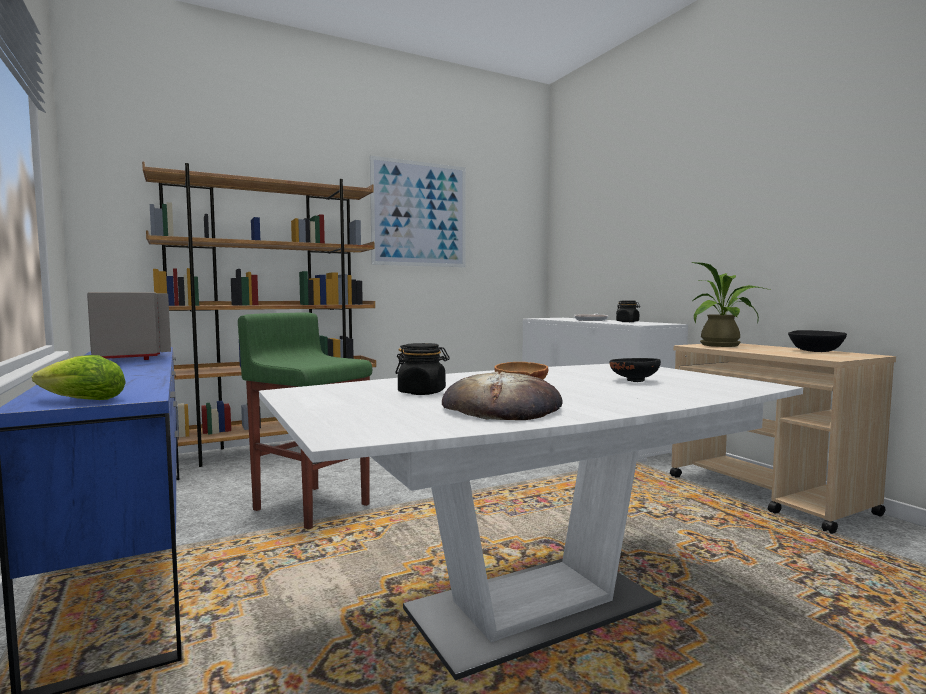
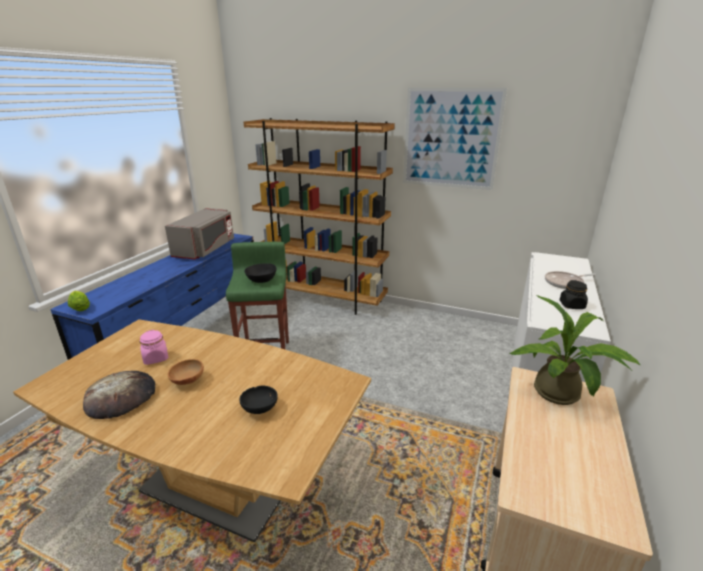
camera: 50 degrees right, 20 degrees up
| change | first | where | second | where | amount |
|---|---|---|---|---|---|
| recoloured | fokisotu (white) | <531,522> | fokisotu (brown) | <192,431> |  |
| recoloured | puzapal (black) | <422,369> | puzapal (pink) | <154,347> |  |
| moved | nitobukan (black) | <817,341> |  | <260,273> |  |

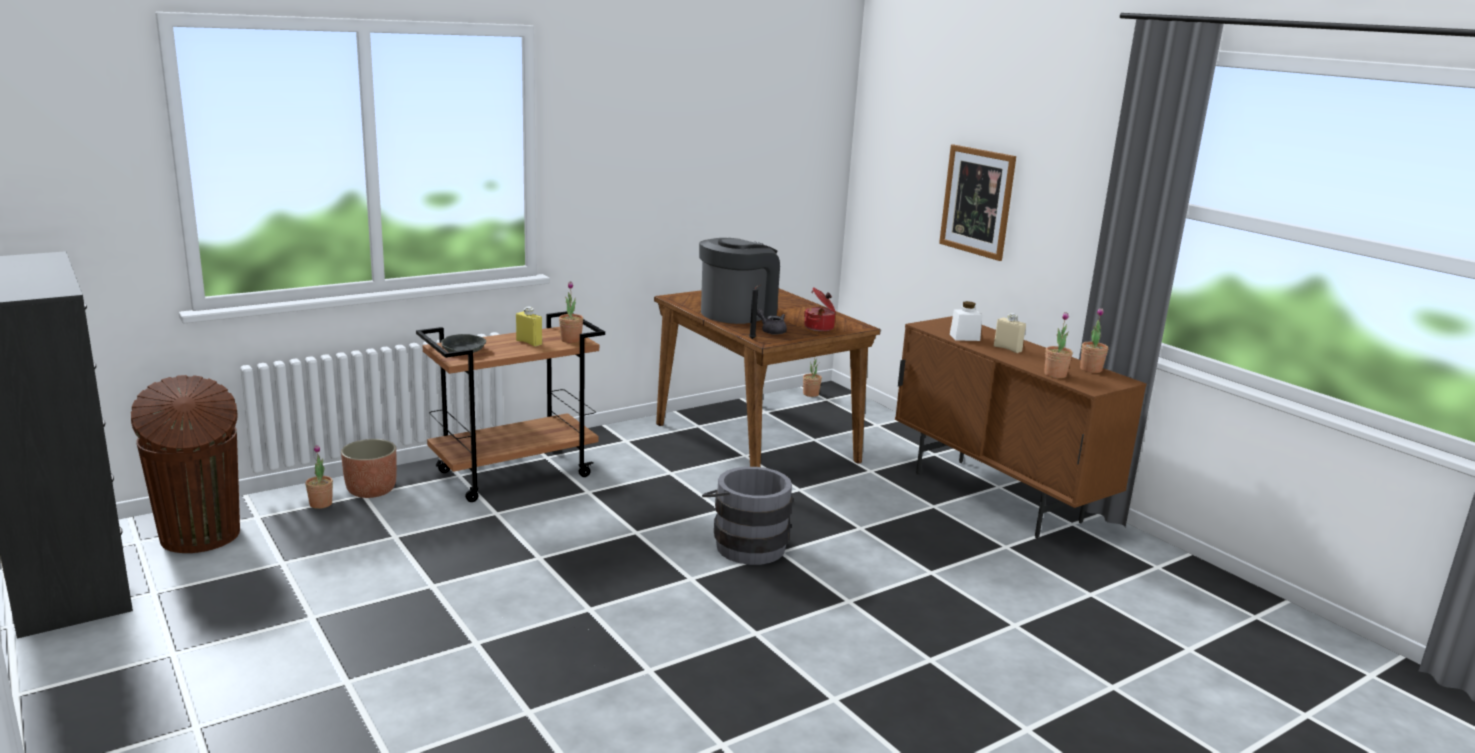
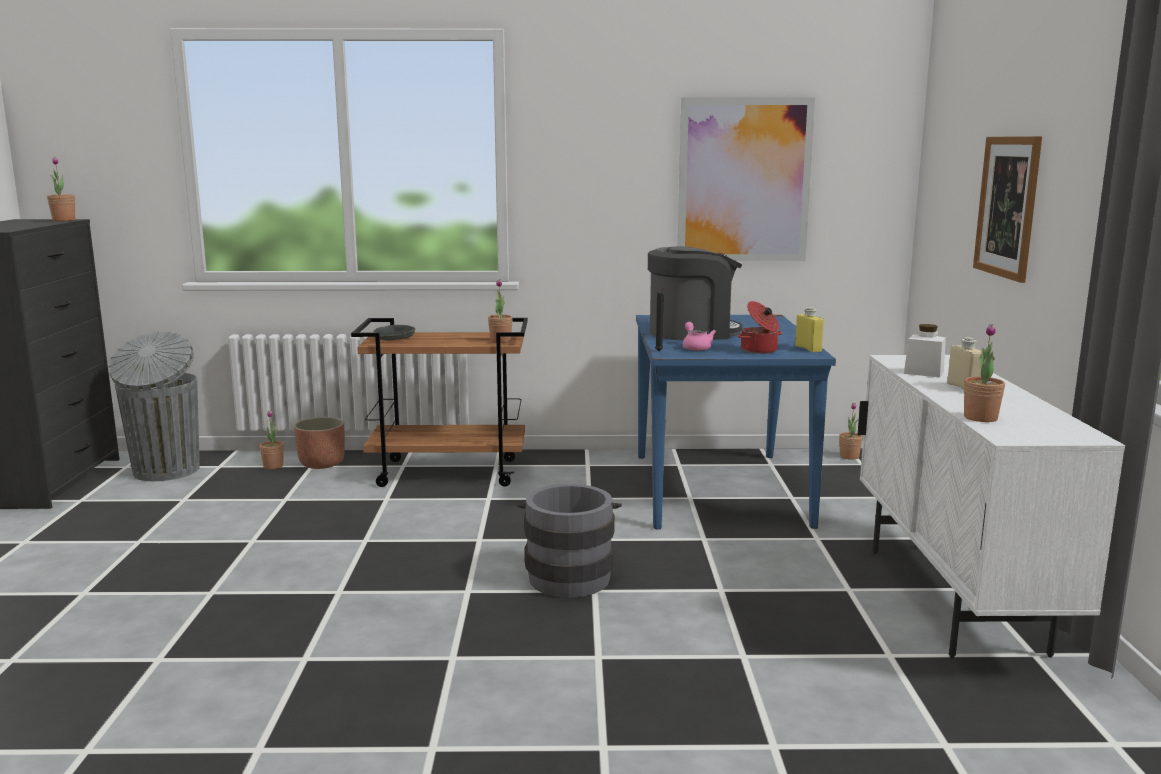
camera: 35 degrees right, 5 degrees down
| change | first | where | second | where | amount |
|---|---|---|---|---|---|
| moved | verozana | <1094,340> |  | <61,189> |  |
| recoloured | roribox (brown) | <185,464> | roribox (grey) | <154,406> |  |
| recoloured | fokisotu (brown) | <767,377> | fokisotu (blue) | <736,422> |  |
| added |  |  | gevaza | <746,179> |  |
| recoloured | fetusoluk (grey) | <772,321> | fetusoluk (pink) | <699,336> |  |
| moved | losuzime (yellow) | <529,326> |  | <809,329> |  |
| recoloured | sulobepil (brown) | <1021,427> | sulobepil (white) | <991,506> |  |

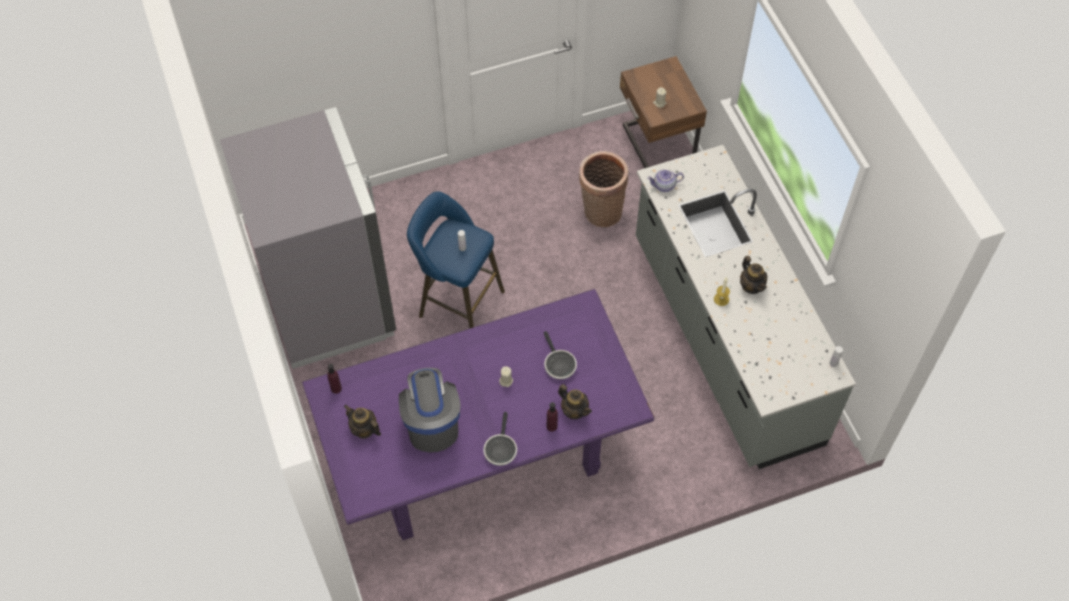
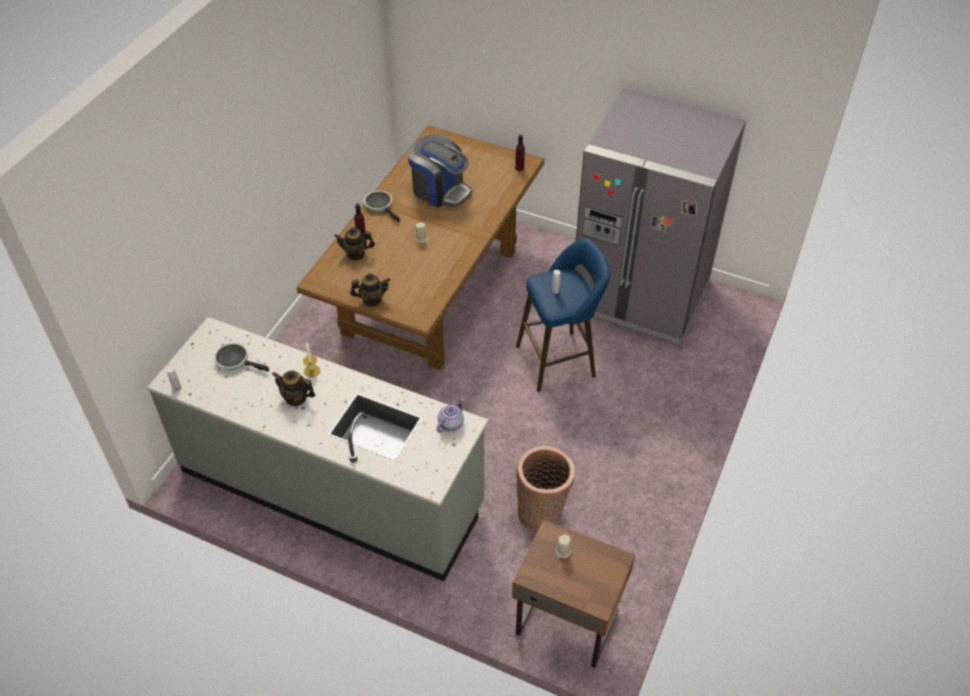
camera: 135 degrees right, 10 degrees down
| change | first | where | second | where | amount |
|---|---|---|---|---|---|
| moved | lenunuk | <560,355> |  | <241,357> |  |
| recoloured | fokisotu (purple) | <478,414> | fokisotu (brown) | <420,248> |  |
| moved | fetusoluk | <362,422> |  | <370,289> |  |

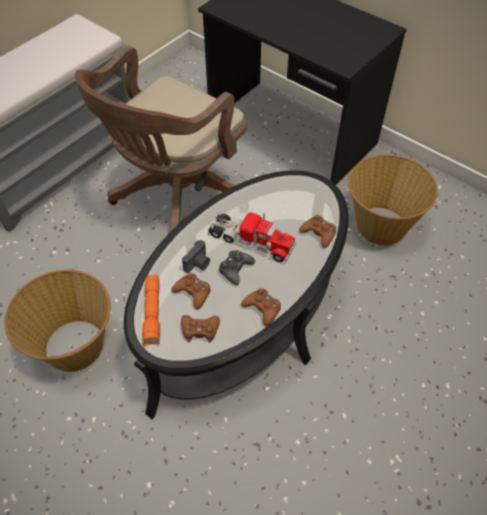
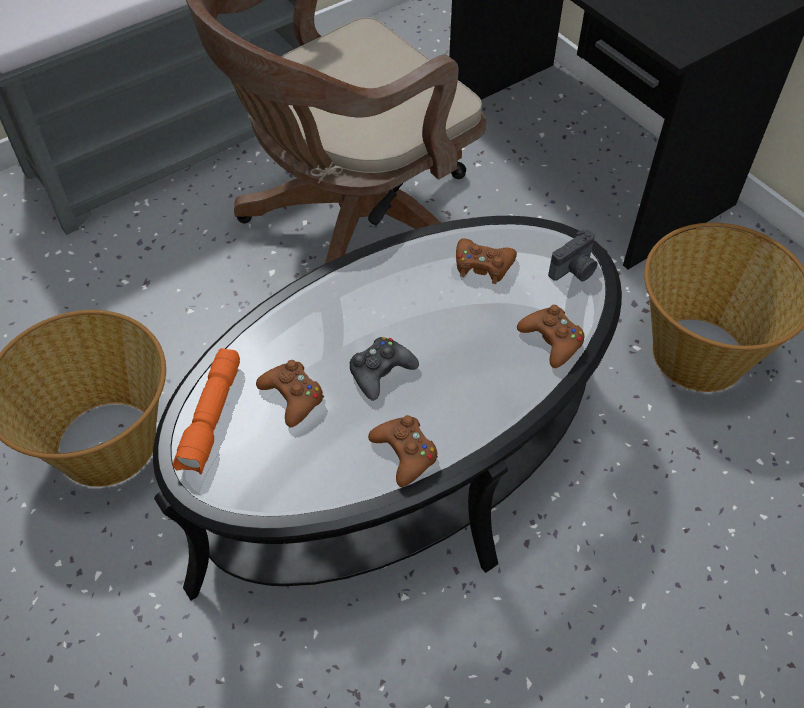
camera: 15 degrees right, 0 degrees up
| change | first | where | second | where | amount |
|---|---|---|---|---|---|
| moved | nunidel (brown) | <200,329> |  | <486,261> |  |
| moved | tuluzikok | <196,256> |  | <573,255> |  |
| removed | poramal | <252,237> |  |  |  |

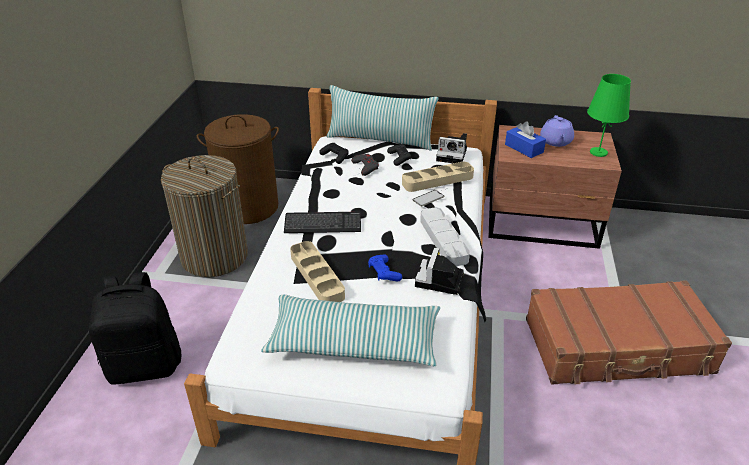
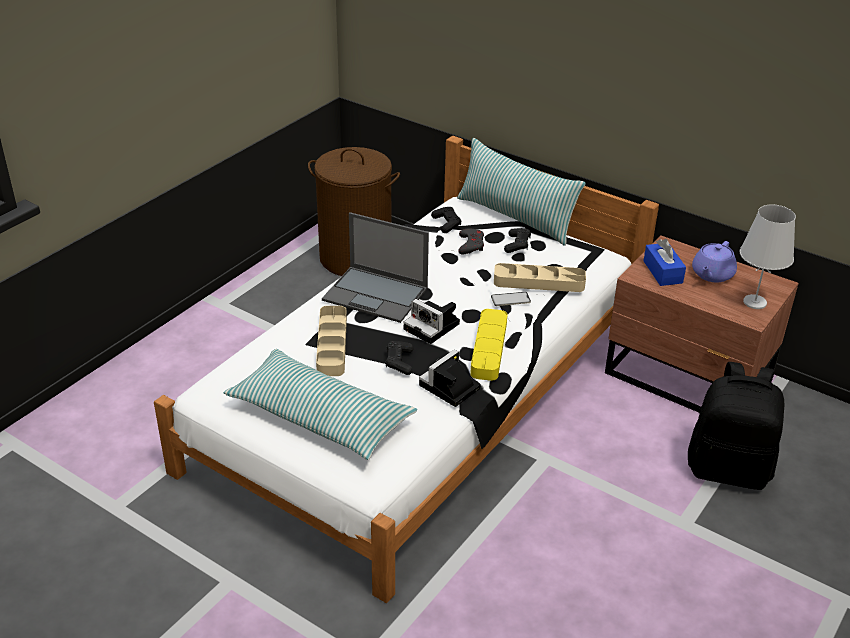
camera: 25 degrees right, 0 degrees up
| change | first | where | second | where | amount |
|---|---|---|---|---|---|
| replaced | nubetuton | <322,222> | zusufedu | <375,267> |  |
| recoloured | nunidel (blue) | <385,268> | nunidel (black) | <400,358> |  |
| moved | tuluzikok | <451,148> |  | <431,321> |  |
| recoloured | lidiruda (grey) | <445,236> | lidiruda (yellow) | <489,345> |  |
| moved | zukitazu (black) | <135,328> |  | <736,426> |  |
| recoloured | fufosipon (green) | <609,115> | fufosipon (white) | <768,256> |  |
| removed | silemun | <204,216> |  |  |  |
| removed | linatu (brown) | <629,332> |  |  |  |

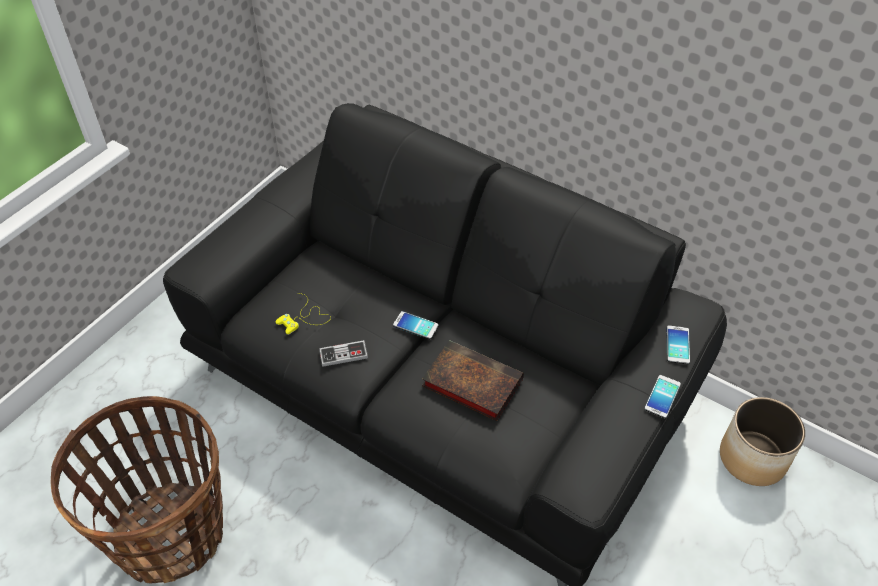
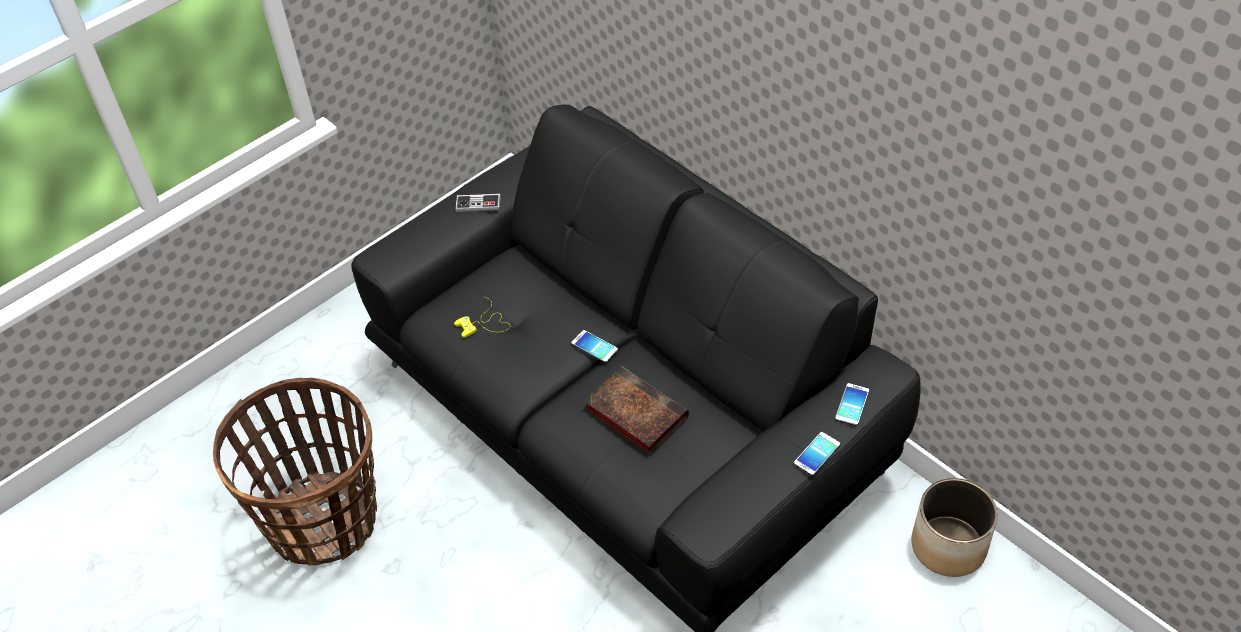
camera: 15 degrees right, 0 degrees up
| change | first | where | second | where | amount |
|---|---|---|---|---|---|
| moved | nunidel | <343,353> |  | <478,203> |  |

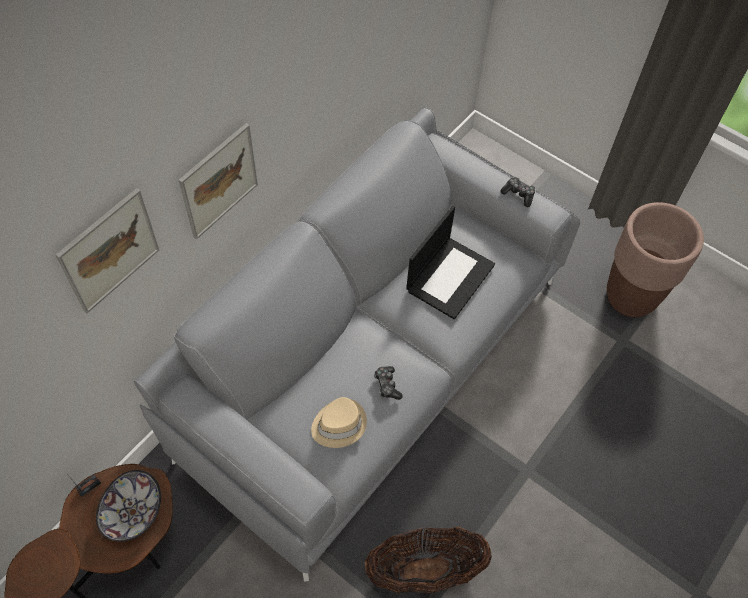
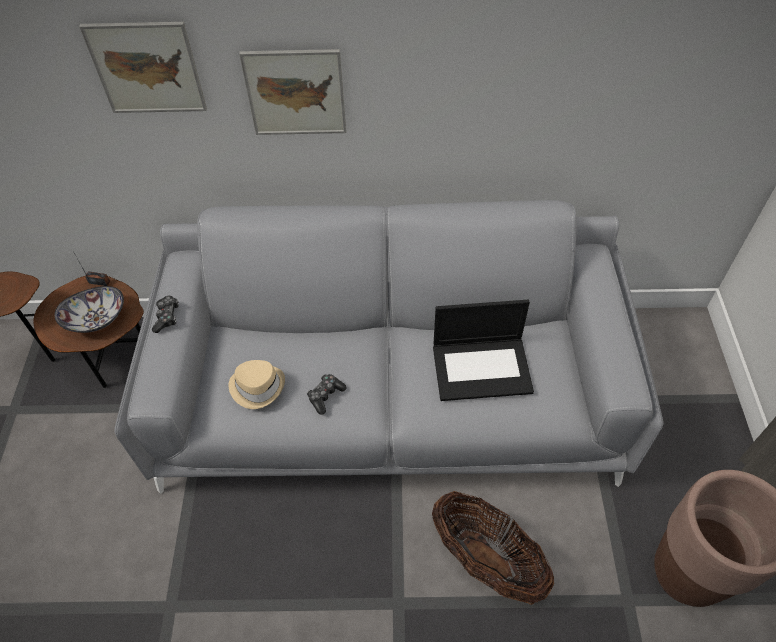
camera: 55 degrees right, 5 degrees down
| change | first | where | second | where | amount |
|---|---|---|---|---|---|
| moved | nunidel | <518,192> |  | <165,314> |  |
| moved | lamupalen | <428,560> |  | <493,548> |  |

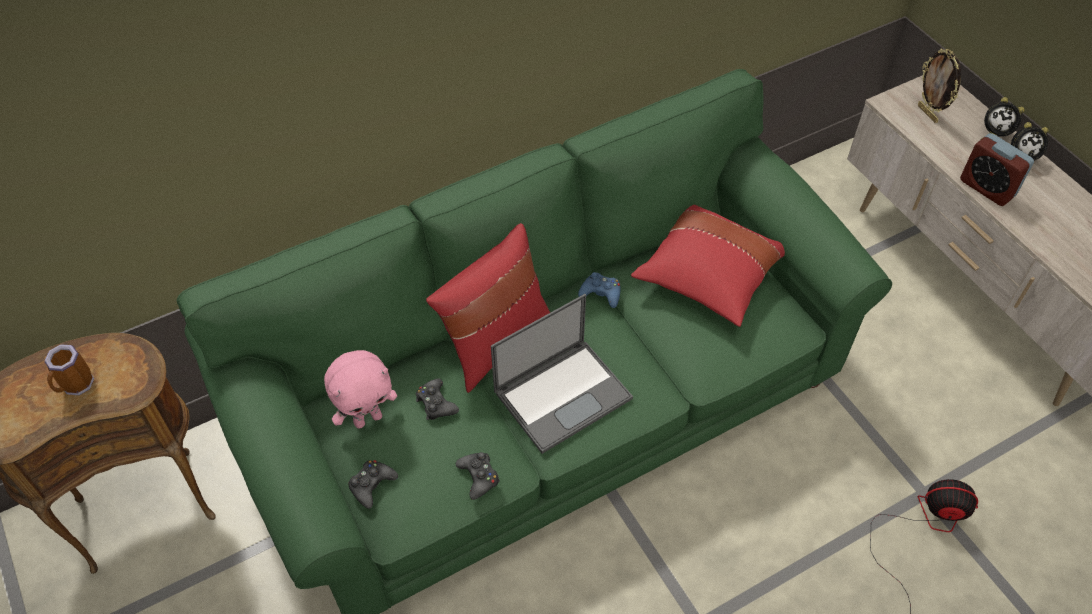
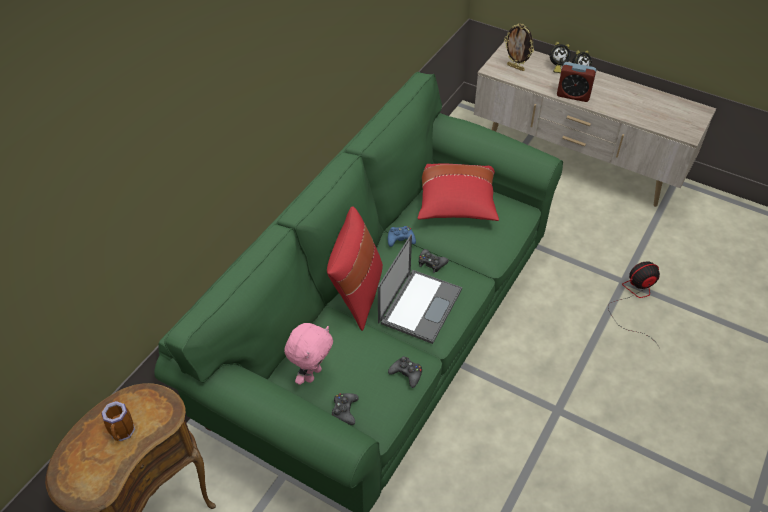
camera: 30 degrees left, 5 degrees down
| change | first | where | second | where | amount |
|---|---|---|---|---|---|
| moved | nunidel (black) | <437,399> |  | <434,261> |  |

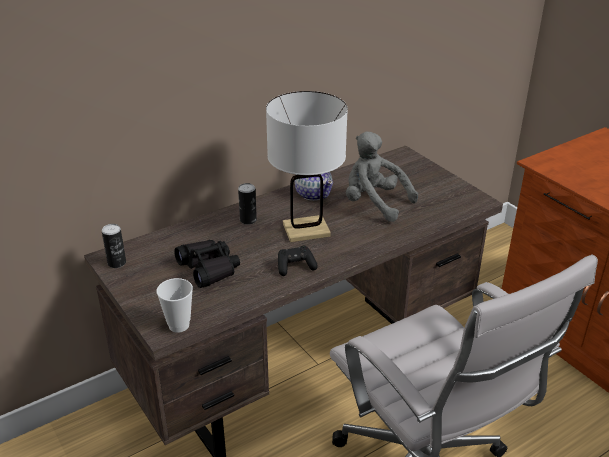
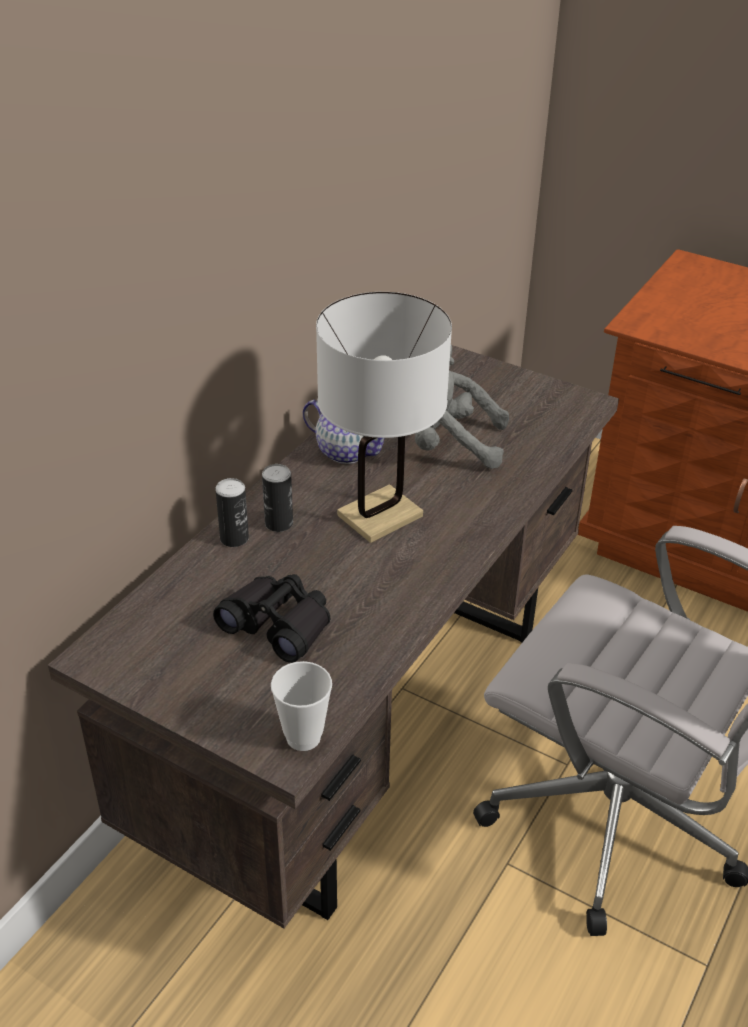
camera: 25 degrees left, 5 degrees up
| change | first | where | second | where | amount |
|---|---|---|---|---|---|
| moved | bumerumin | <114,246> |  | <232,512> |  |
| removed | nunidel (black) | <298,261> |  |  |  |

